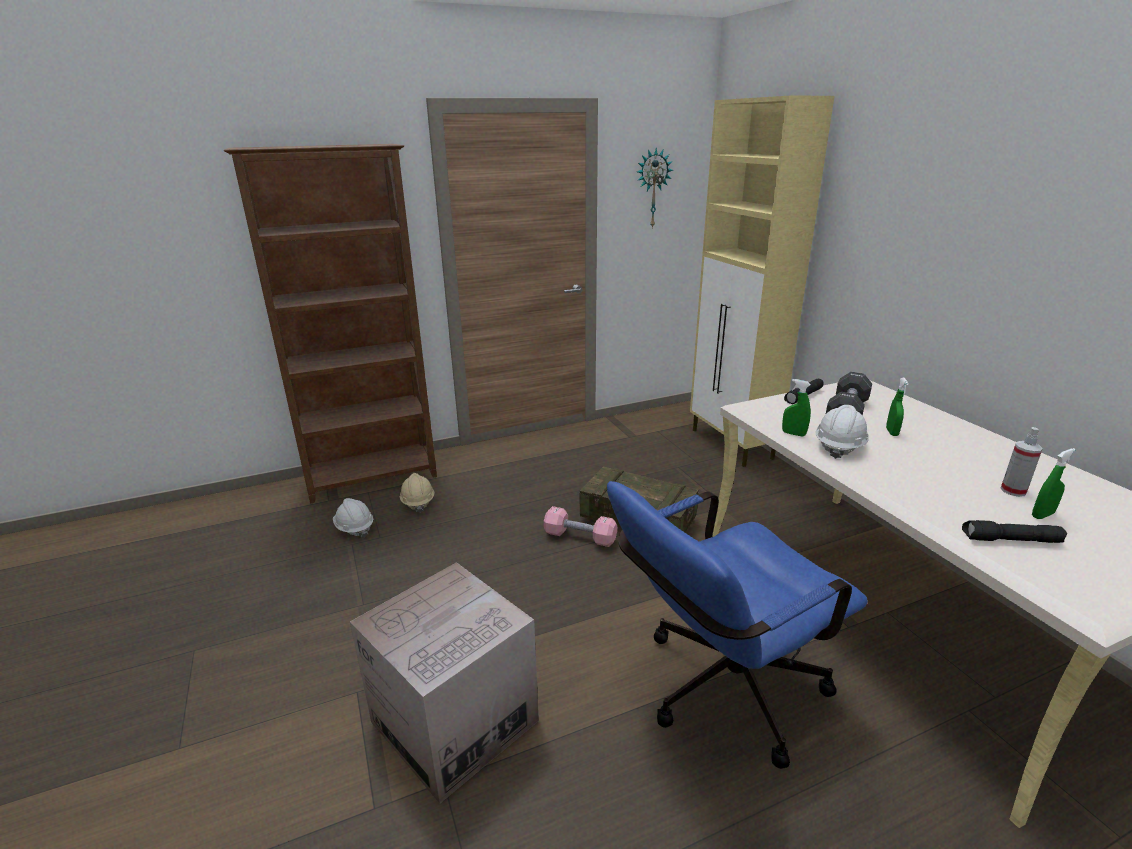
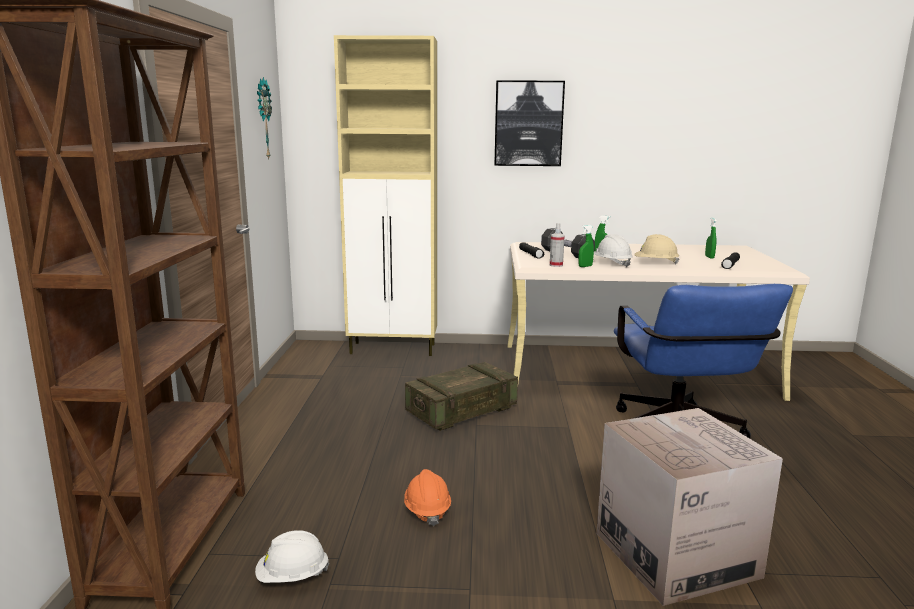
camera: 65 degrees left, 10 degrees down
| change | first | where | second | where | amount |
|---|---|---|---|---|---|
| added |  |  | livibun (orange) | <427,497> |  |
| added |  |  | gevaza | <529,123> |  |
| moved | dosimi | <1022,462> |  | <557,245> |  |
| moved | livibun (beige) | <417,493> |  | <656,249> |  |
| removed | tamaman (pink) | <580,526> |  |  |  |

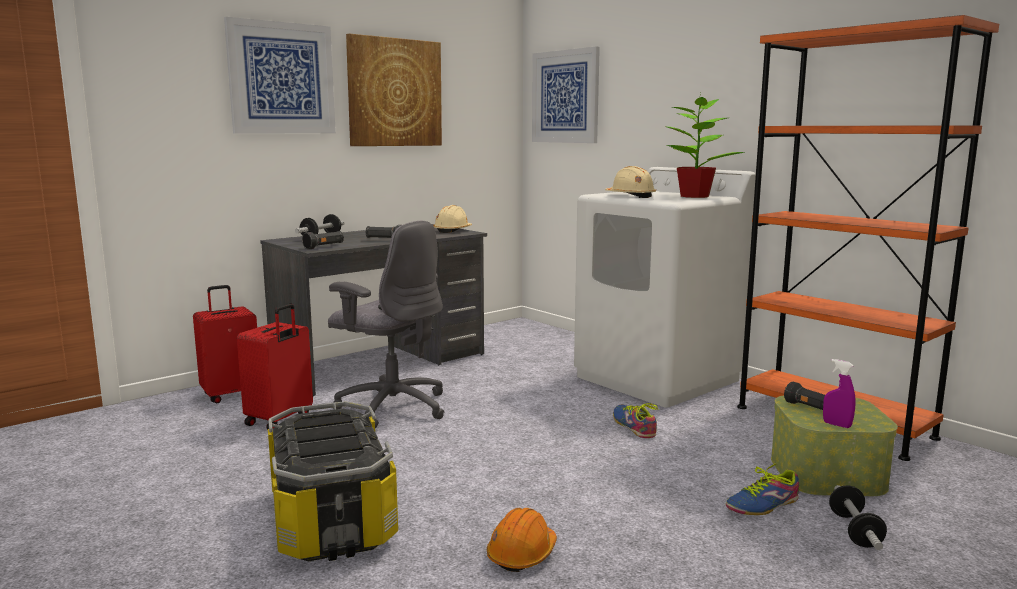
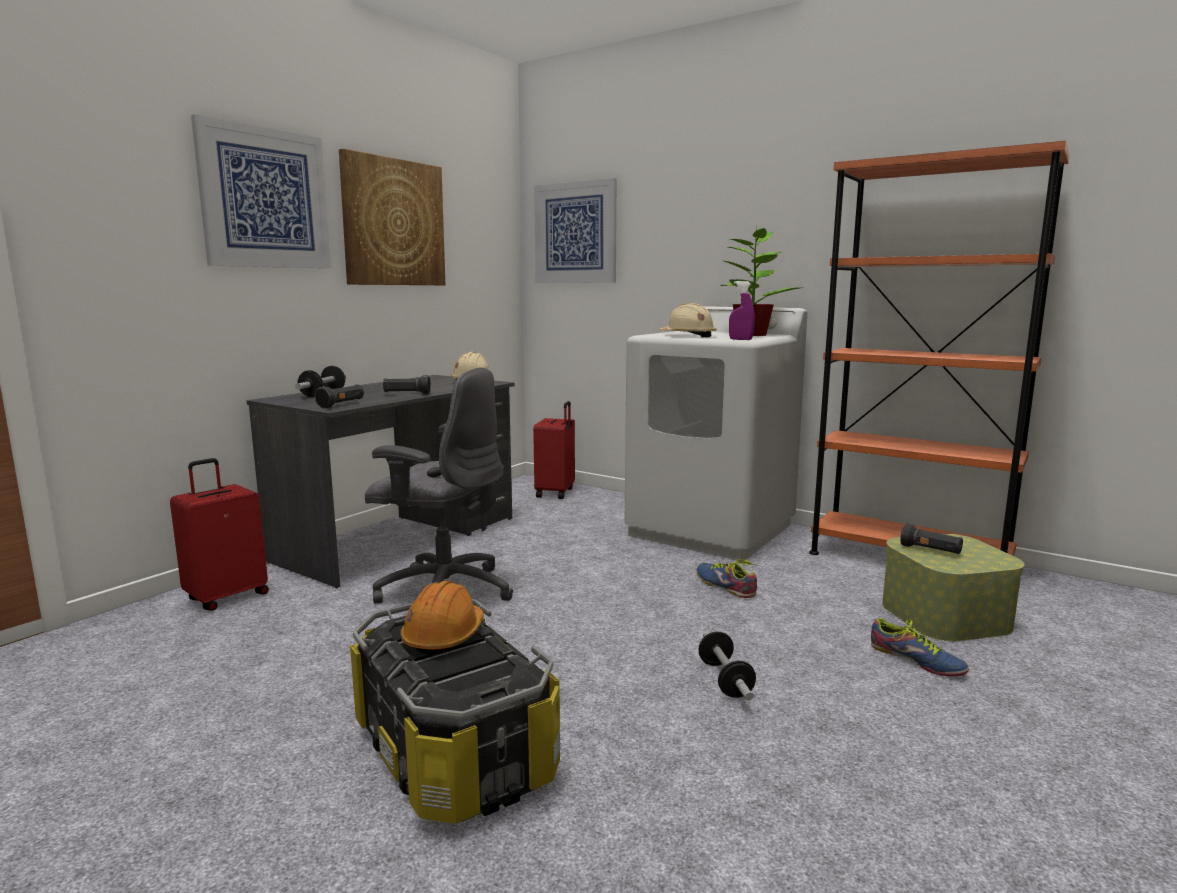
camera: 15 degrees left, 0 degrees up
| change | first | where | second | where | amount |
|---|---|---|---|---|---|
| moved | livibun (orange) | <522,540> |  | <442,618> |  |
| moved | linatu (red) | <275,367> |  | <554,450> |  |
| moved | tamaman | <858,517> |  | <727,666> |  |
| moved | dosimi (purple) | <839,393> |  | <742,310> |  |
| turned | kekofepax | <762,488> |  | <920,647> | 90 degrees counterclockwise |

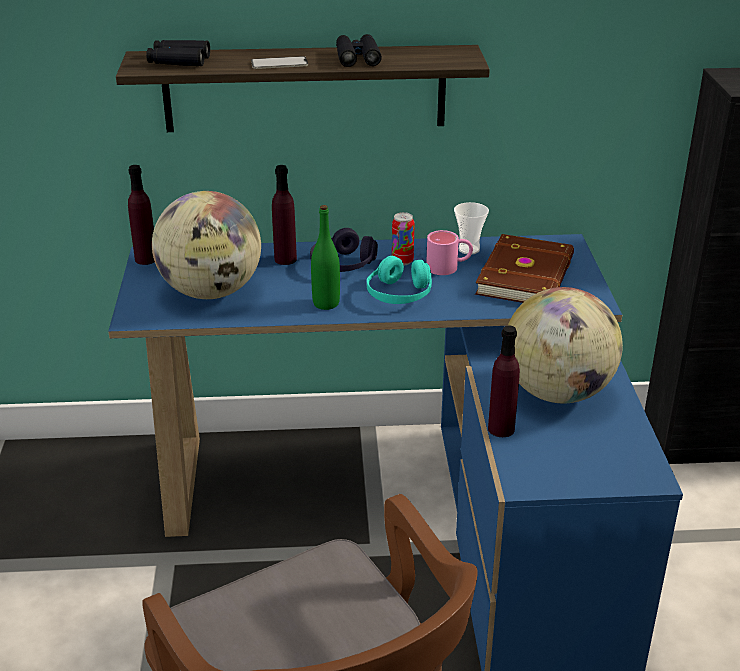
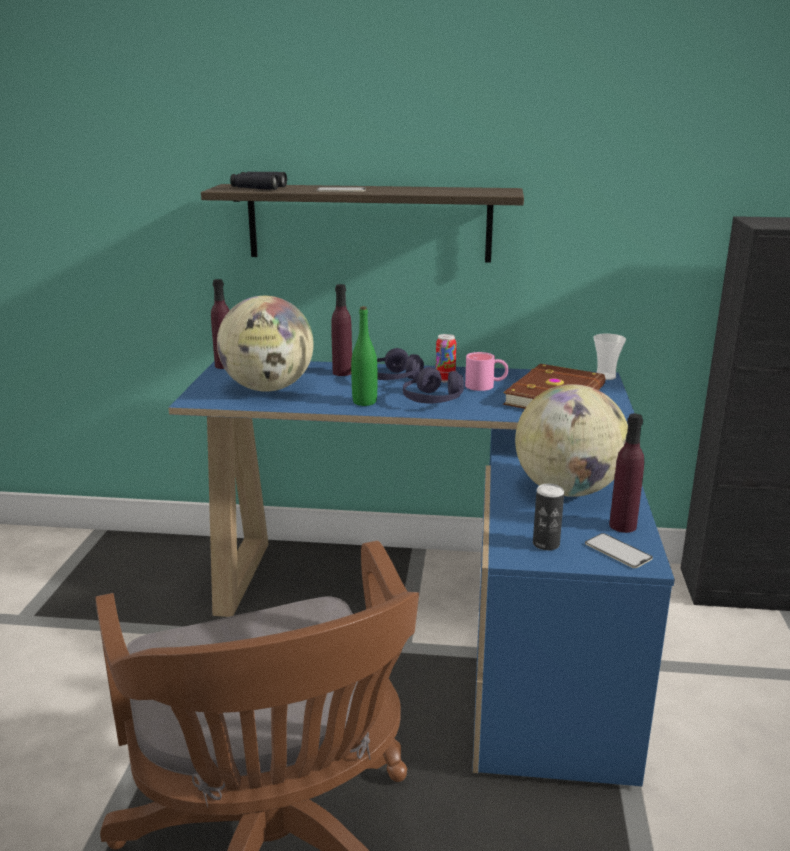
camera: 10 degrees right, 10 degrees down
| change | first | where | second | where | amount |
|---|---|---|---|---|---|
| recoloured | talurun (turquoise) | <399,280> | talurun (purple) | <433,385> |  |
| added |  |  | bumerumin | <548,517> |  |
| added |  |  | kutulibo | <619,550> |  |
| moved | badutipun | <471,228> |  | <609,357> |  |
| moved | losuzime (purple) | <504,381> |  | <626,473> |  |
| removed | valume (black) | <359,50> |  |  |  |

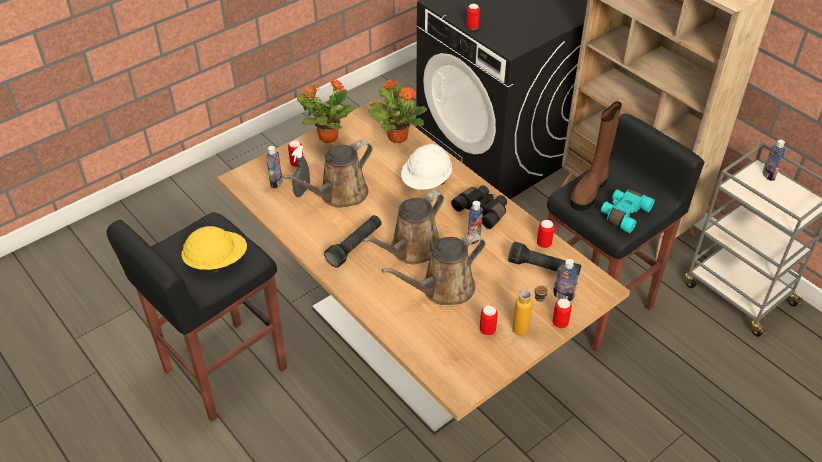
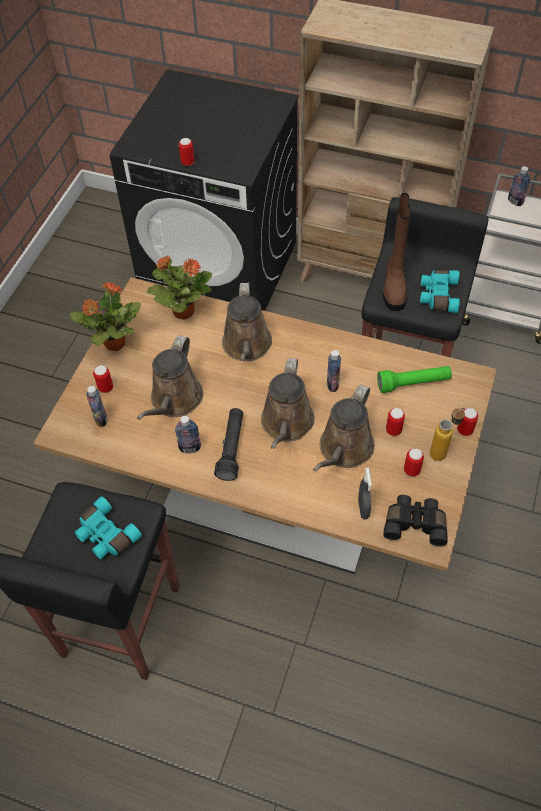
camera: 30 degrees left, 10 degrees up
| change | first | where | second | where | amount |
|---|---|---|---|---|---|
| replaced | livibun (yellow) | <214,249> | valume (turquoise) | <108,527> |  |
| moved | losuzime | <566,280> |  | <188,435> |  |
| replaced | livibun (white) | <426,167> | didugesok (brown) | <247,322> |  |
| moved | dosimi (grey) | <300,171> |  | <365,493> |  |
| recoloured | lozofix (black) | <544,258> | lozofix (green) | <414,379> |  |
| moved | valume (black) | <479,207> |  | <415,520> |  |
| moved | bumerumin | <545,234> |  | <395,422> |  |

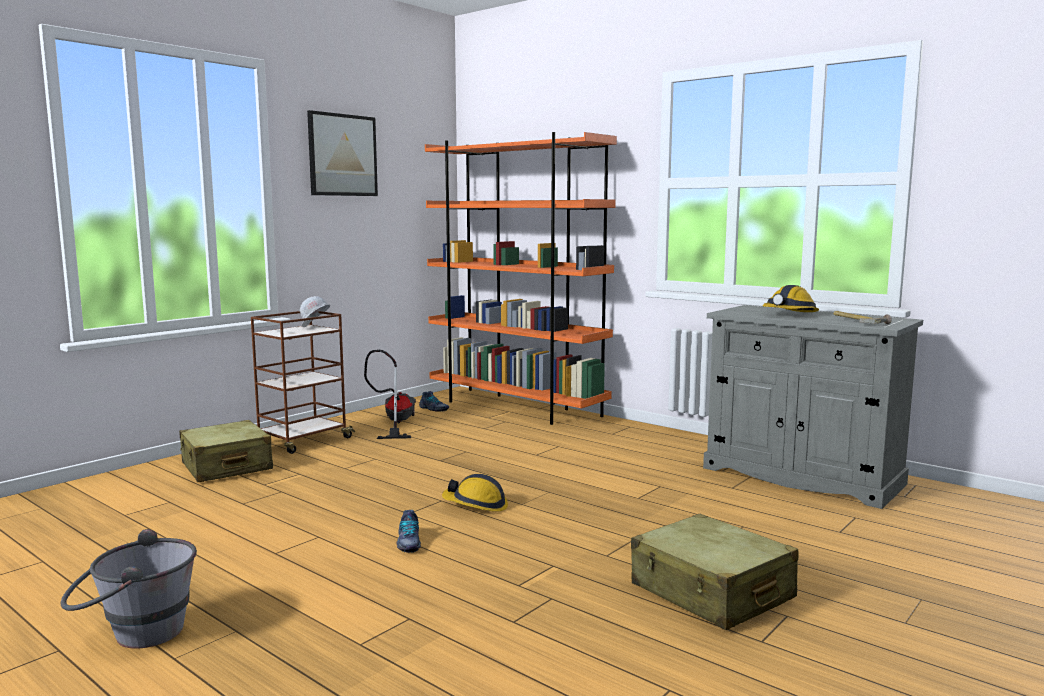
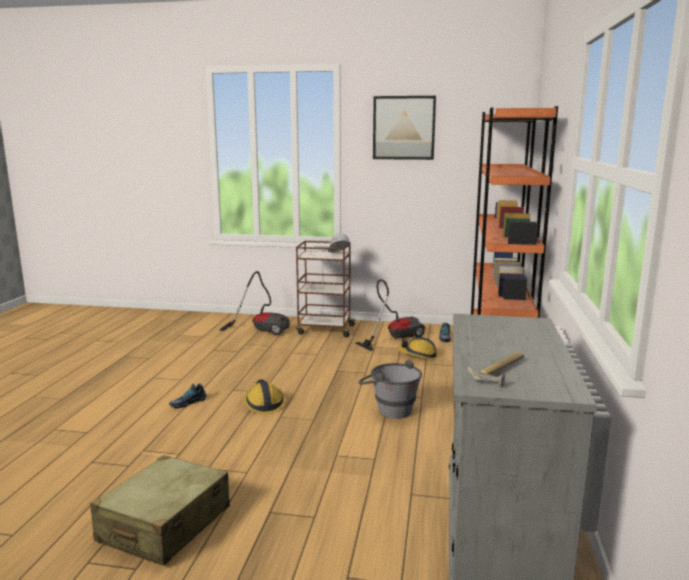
camera: 60 degrees right, 5 degrees up
| change | first | where | second | where | amount |
|---|---|---|---|---|---|
| replaced | linatu (beige) | <226,451> | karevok | <254,303> |  |
| moved | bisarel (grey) | <129,588> |  | <390,389> |  |
| moved | livibun | <791,298> |  | <418,348> |  |

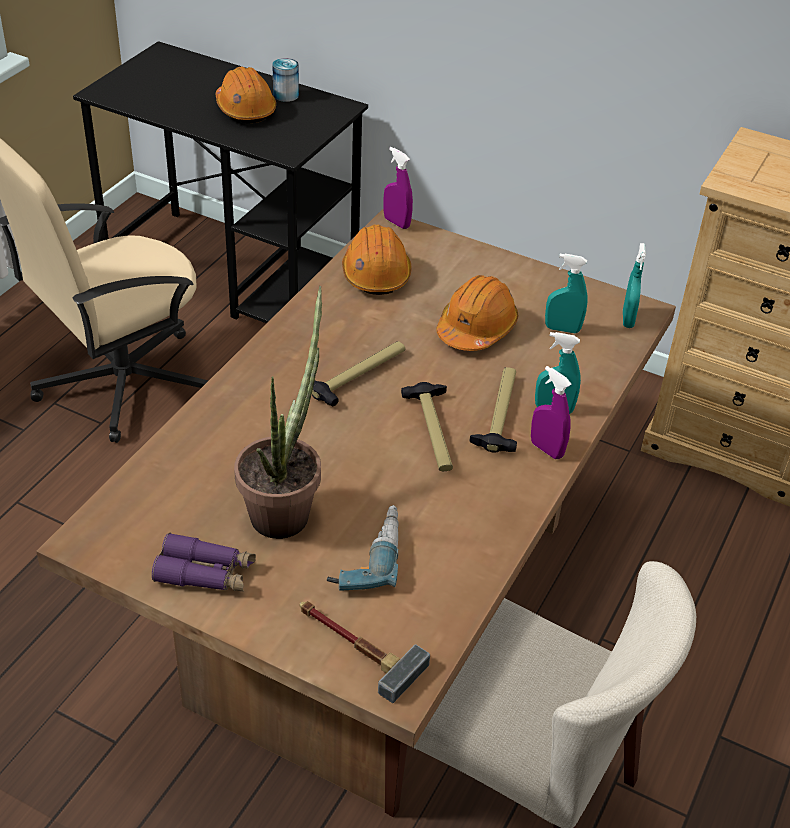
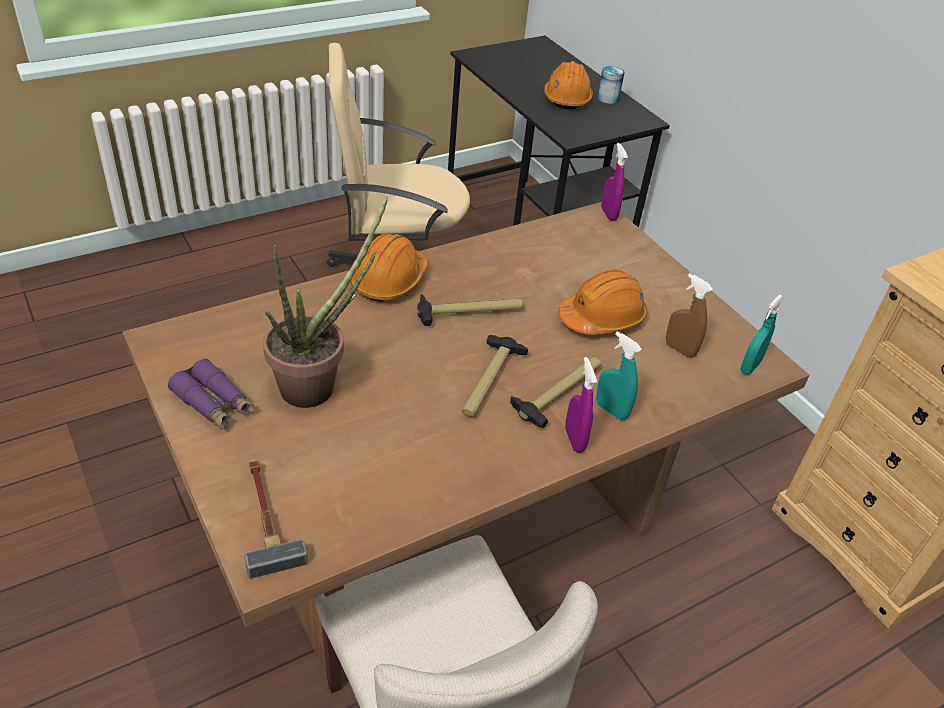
camera: 30 degrees right, 0 degrees up
| change | first | where | second | where | amount |
|---|---|---|---|---|---|
| moved | livibun (orange) | <376,260> |  | <389,267> |  |
| recoloured | dosimi (turquoise) | <566,293> | dosimi (brown) | <689,315> |  |
| removed | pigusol | <363,548> |  |  |  |

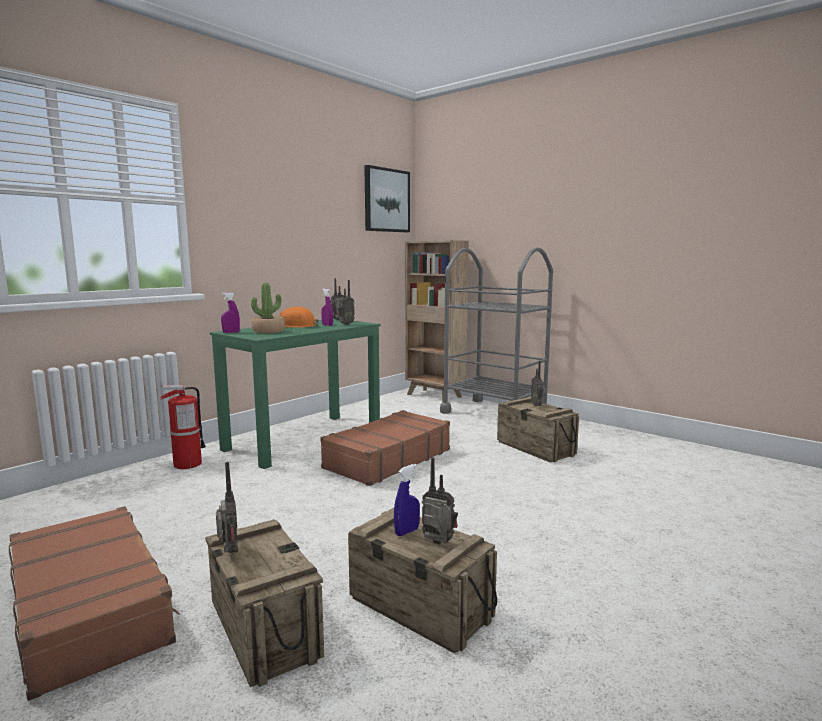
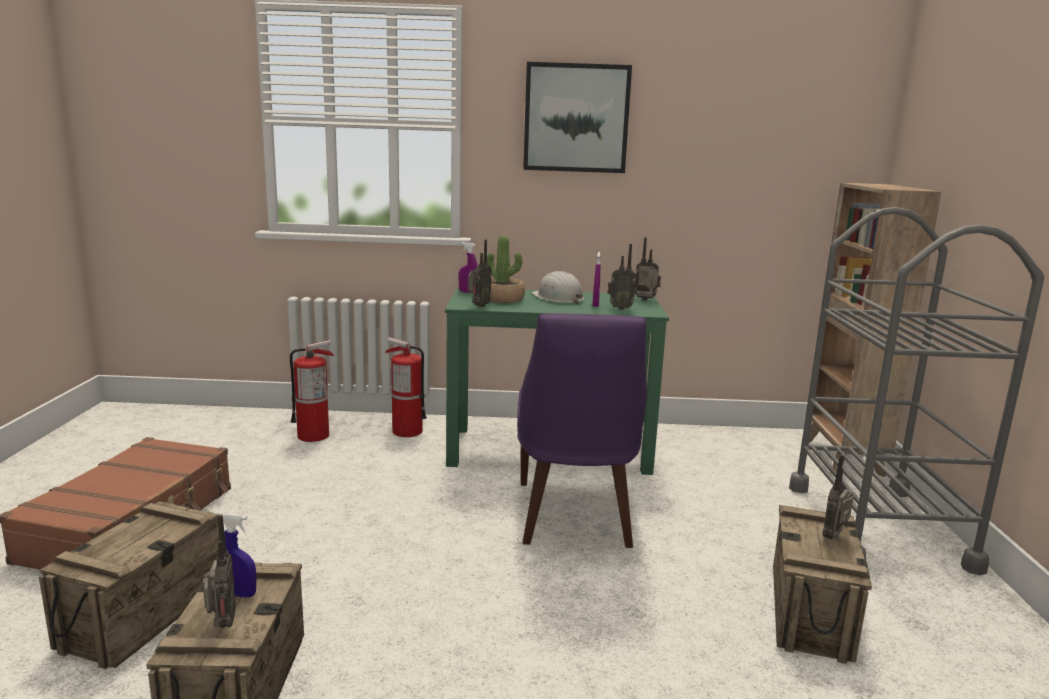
camera: 50 degrees right, 5 degrees up
| change | first | where | second | where | amount |
|---|---|---|---|---|---|
| added |  |  | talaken | <312,391> |  |
| moved | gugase | <227,507> |  | <480,273> |  |
| replaced | linatu (brown) | <385,448> | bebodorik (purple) | <582,430> |  |
| moved | gevaza | <387,198> |  | <577,117> |  |
| recoloured | livibun (orange) | <299,317> | livibun (white) | <558,287> |  |

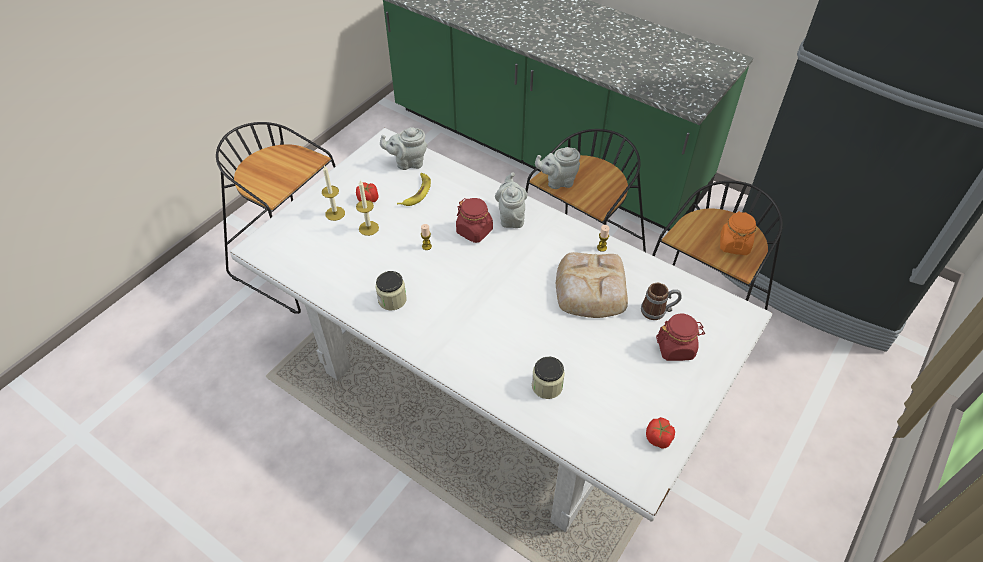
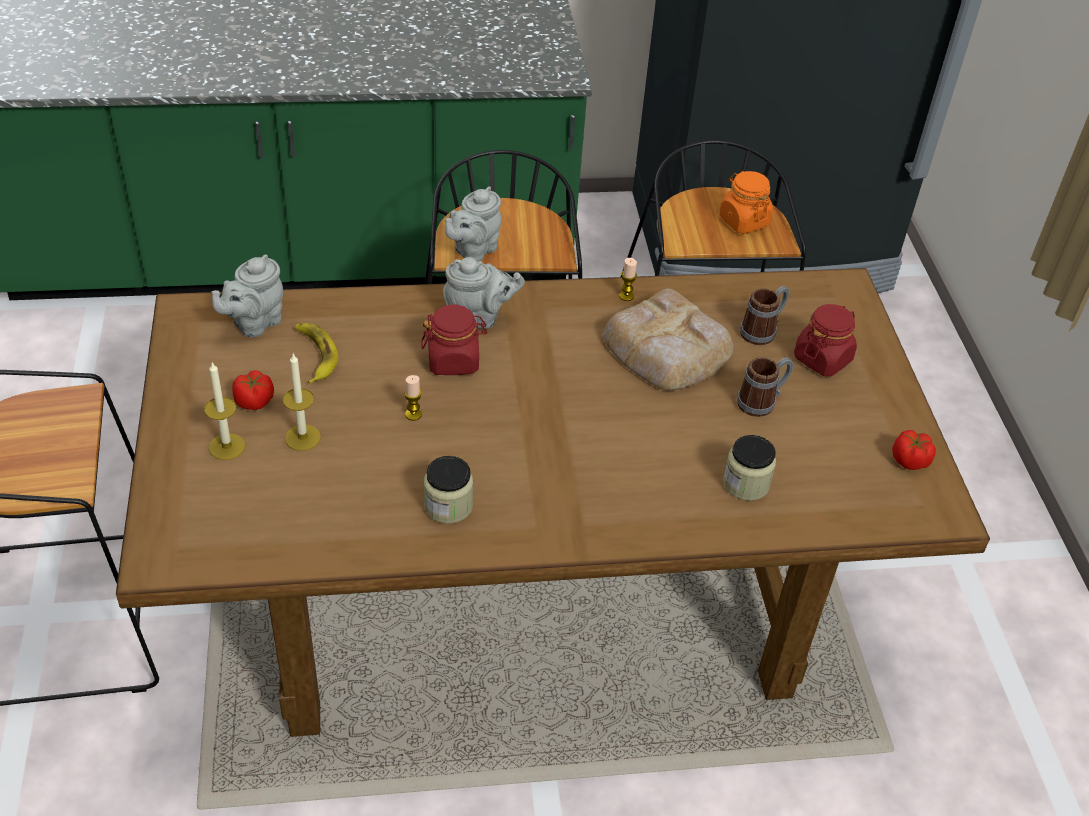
camera: 45 degrees left, 5 degrees down
| change | first | where | second | where | amount |
|---|---|---|---|---|---|
| recoloured | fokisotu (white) | <501,330> | fokisotu (brown) | <553,502> |  |
| turned | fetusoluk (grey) | <511,200> |  | <484,293> | 135 degrees clockwise |
| added |  |  | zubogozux | <765,387> |  |

